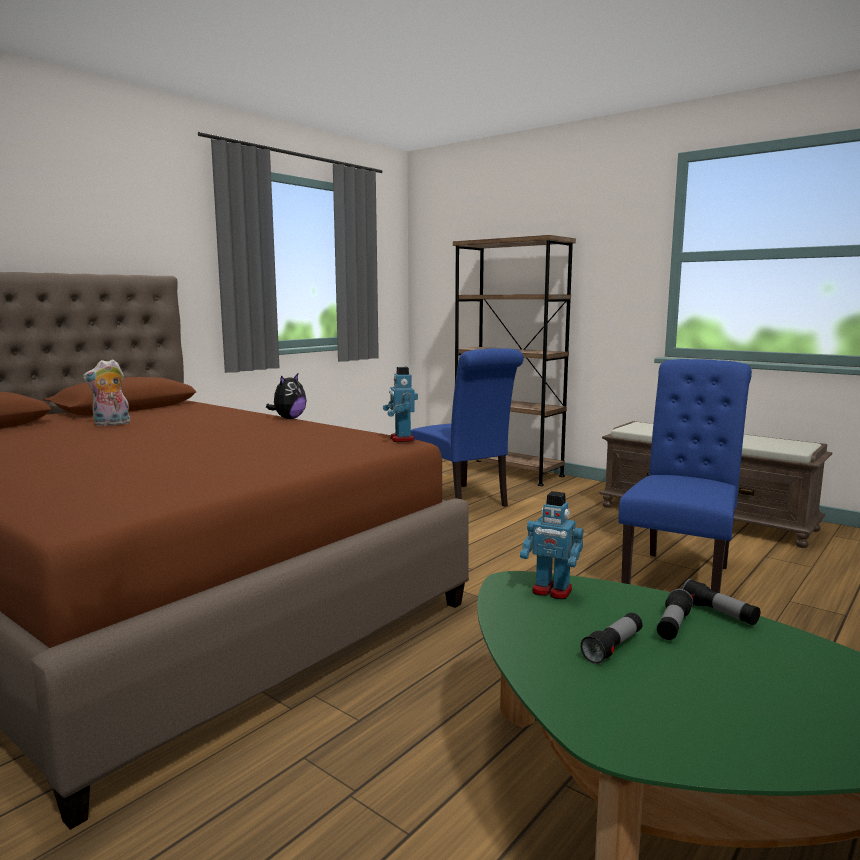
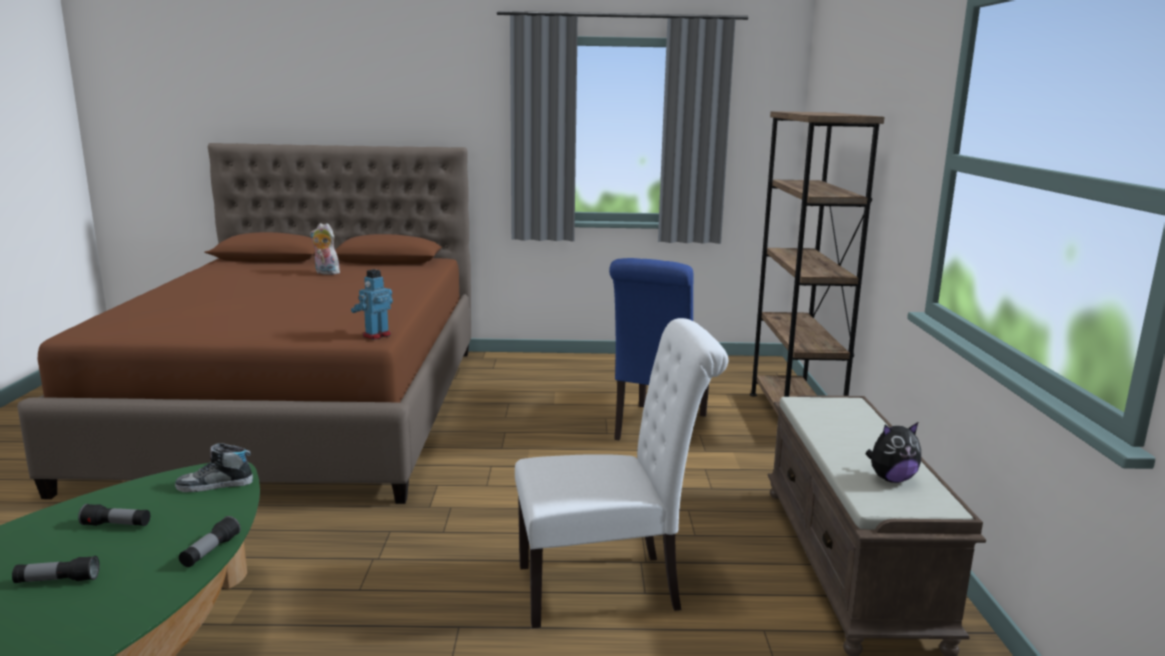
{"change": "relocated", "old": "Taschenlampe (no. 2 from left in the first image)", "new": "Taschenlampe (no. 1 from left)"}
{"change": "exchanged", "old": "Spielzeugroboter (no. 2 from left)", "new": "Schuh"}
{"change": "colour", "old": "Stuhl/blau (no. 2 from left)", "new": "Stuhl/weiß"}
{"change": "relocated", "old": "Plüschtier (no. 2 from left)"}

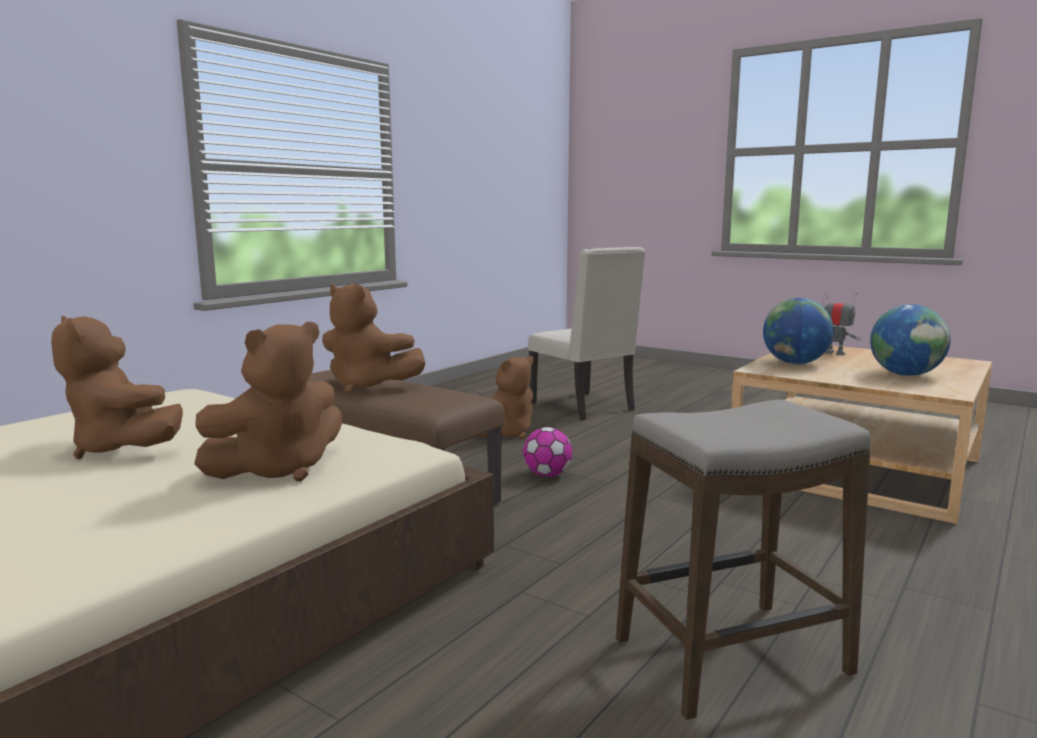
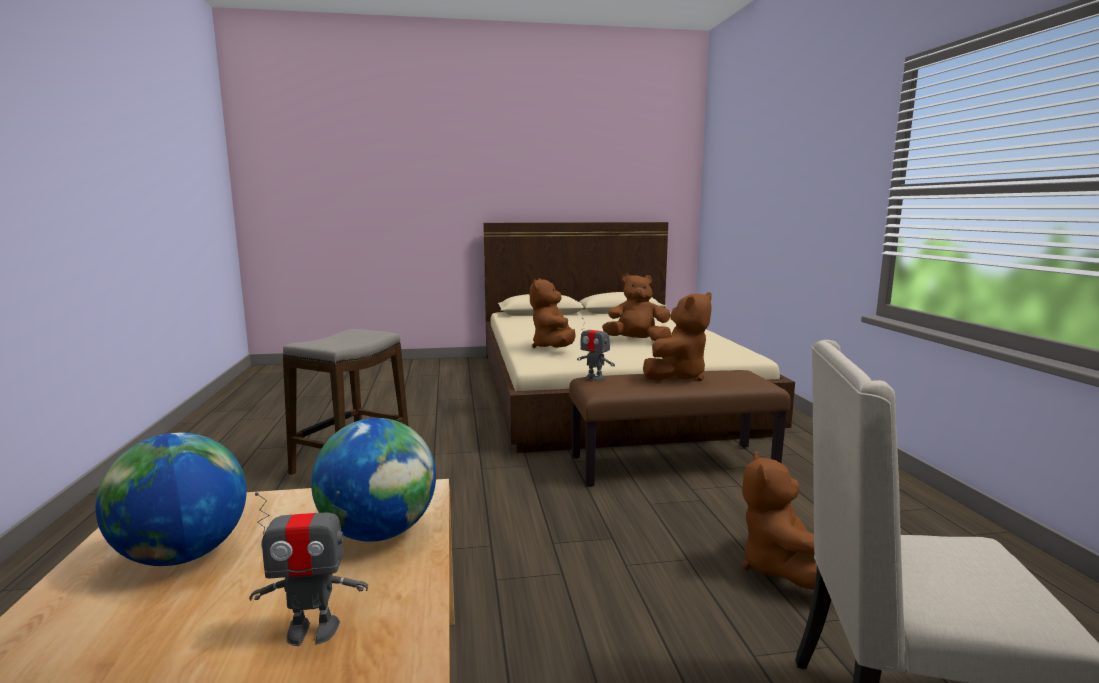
{"change": "appeared", "new": "Spielzeugroboter (no. 2 from left)"}
{"change": "spun", "old": "Plüschtier/braun (no. 3 from left)", "degrees": 150}
{"change": "missing", "old": "Fußball"}

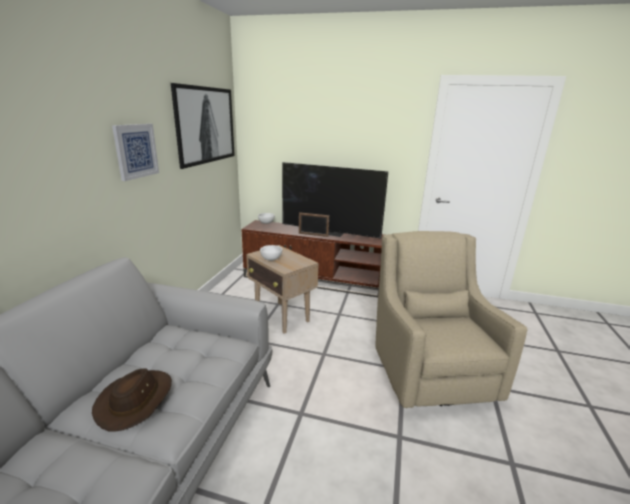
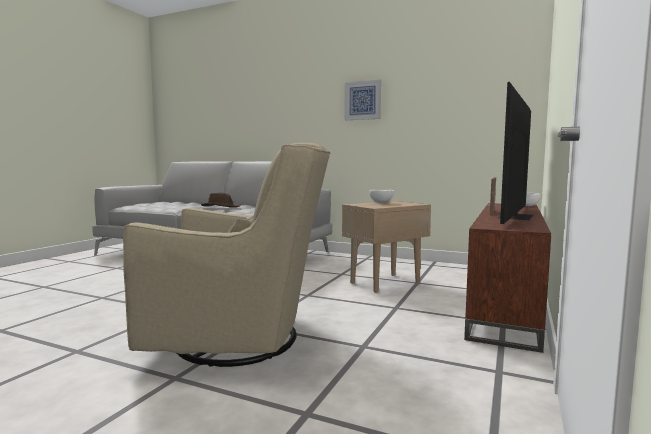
{"change": "missing", "old": "Bild (no. 2 from left)"}

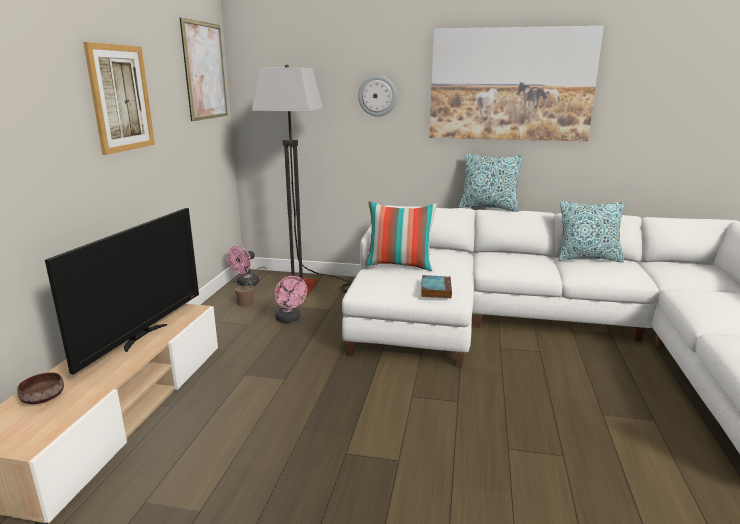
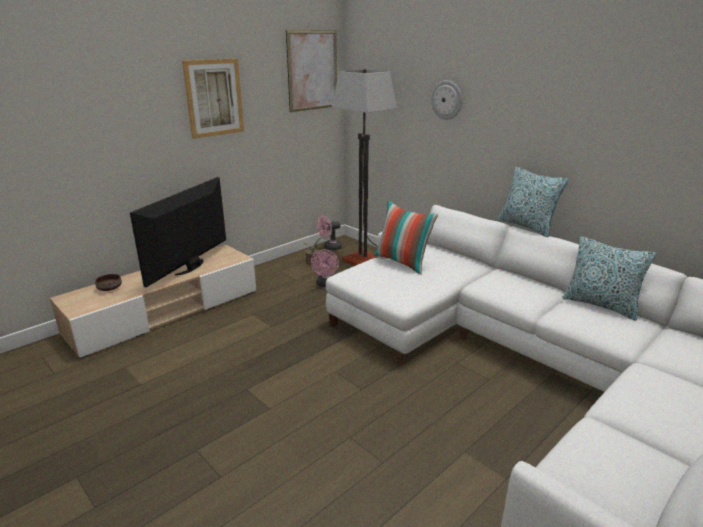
{"change": "spun", "old": "Fernseher", "degrees": 150}
{"change": "missing", "old": "Buch"}
{"change": "missing", "old": "Bild (no. 3 from left)"}

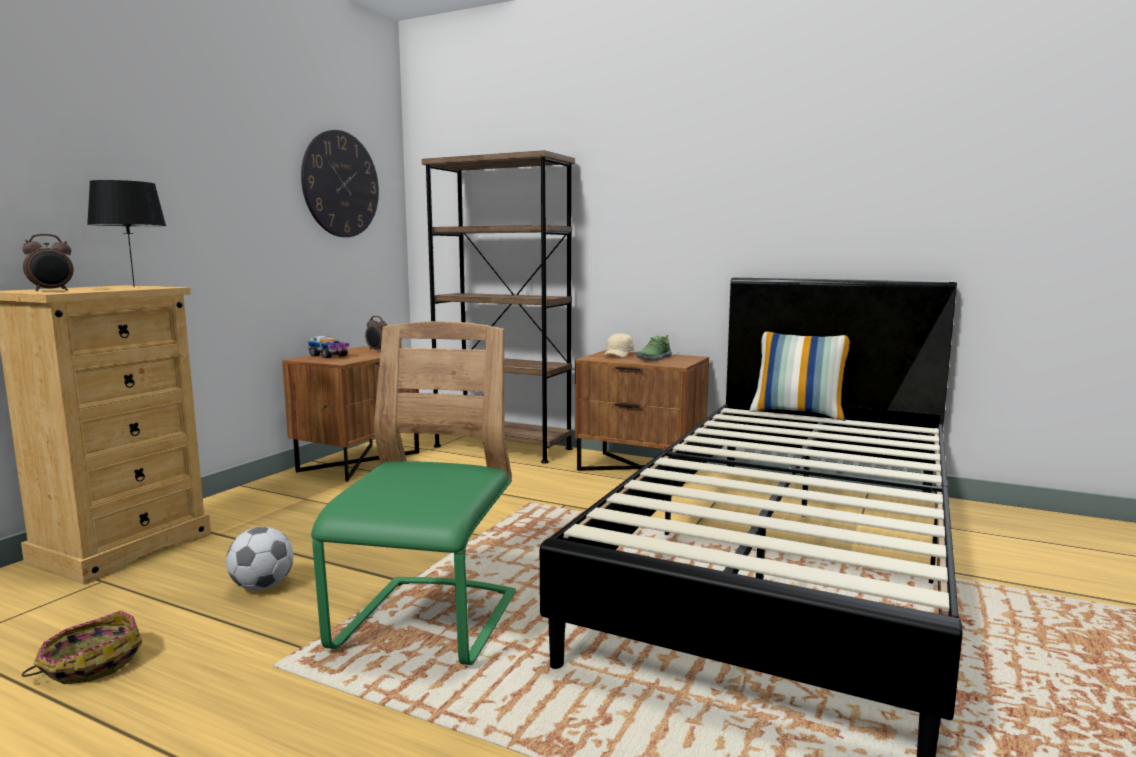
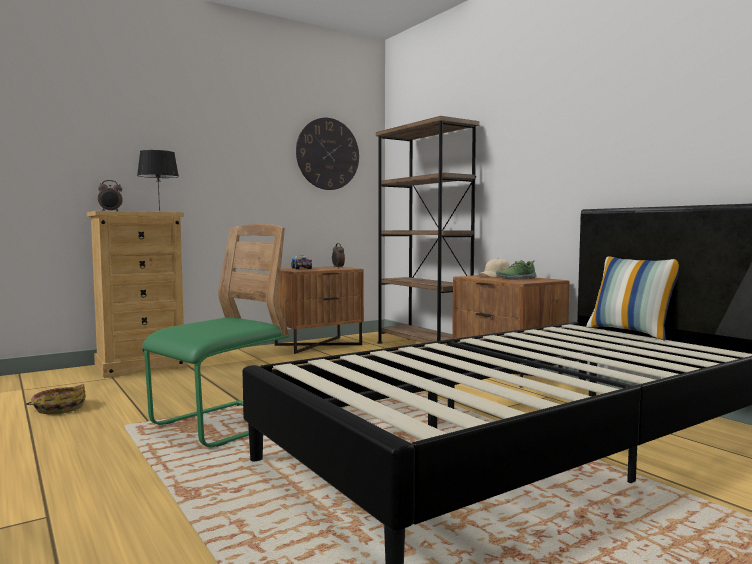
{"change": "missing", "old": "Fußball"}

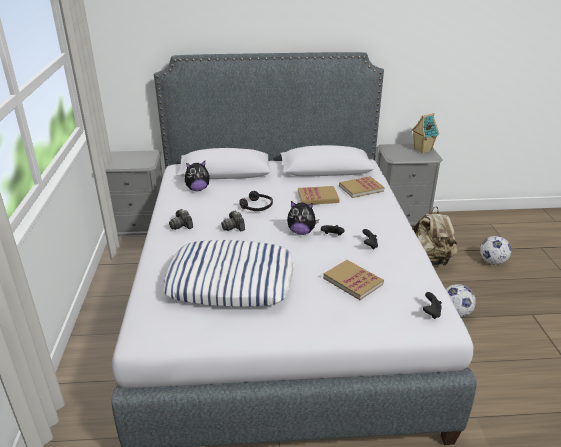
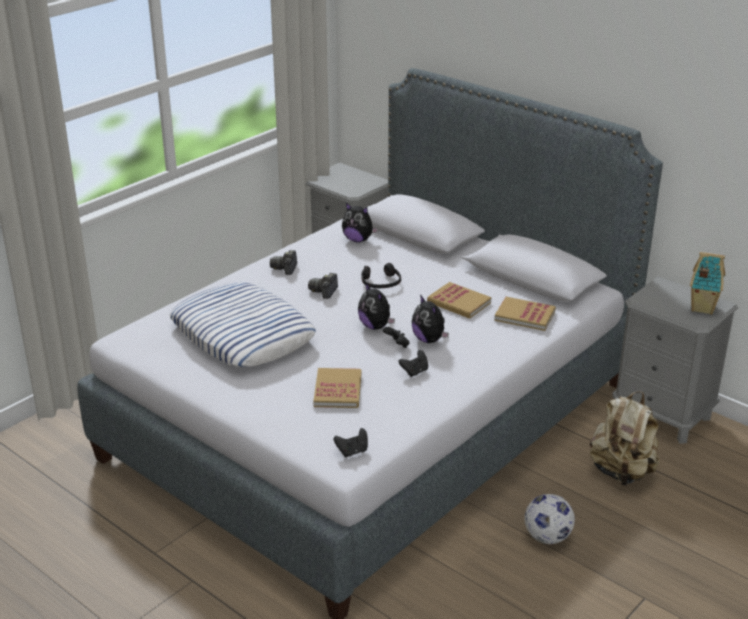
{"change": "appeared", "new": "Plüschtier (no. 3 from left)"}
{"change": "missing", "old": "Fußball (no. 2 from left)"}

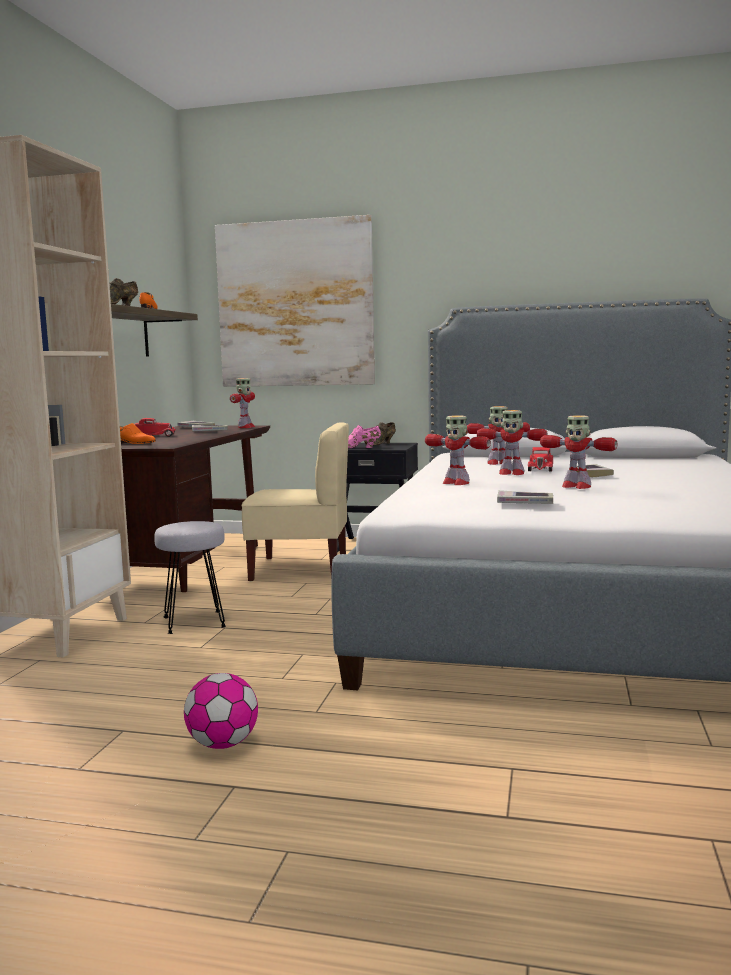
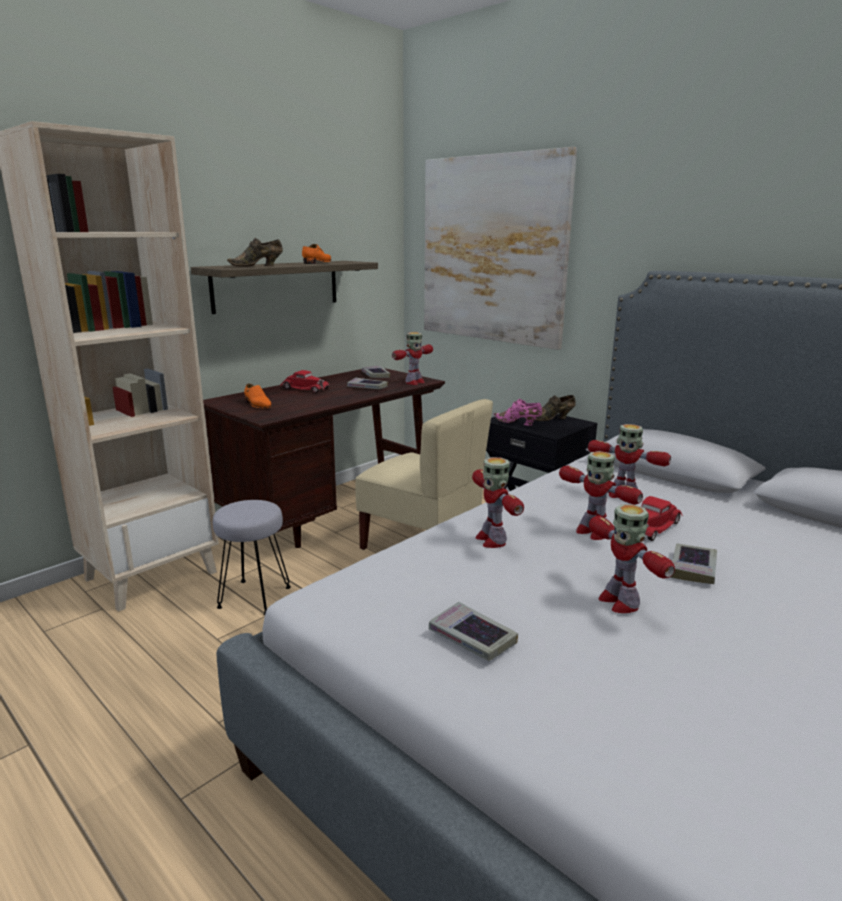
{"change": "missing", "old": "Fußball"}

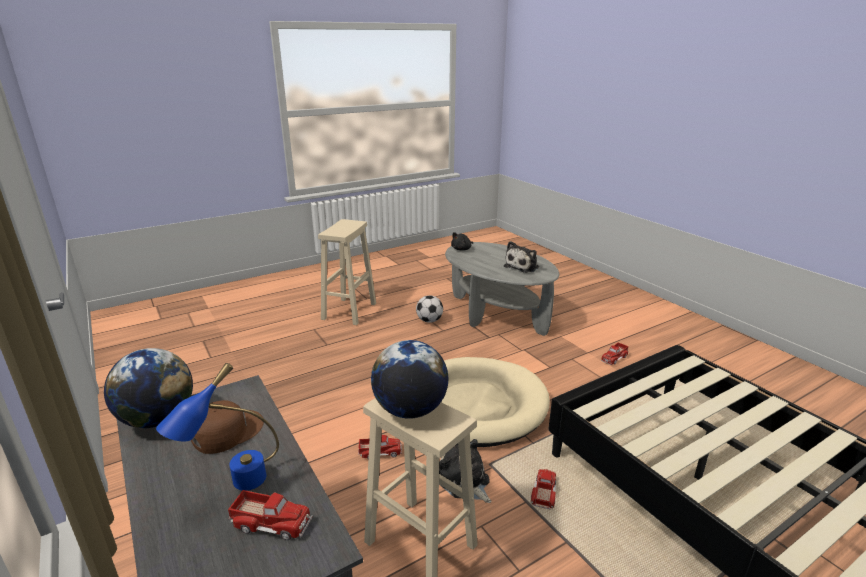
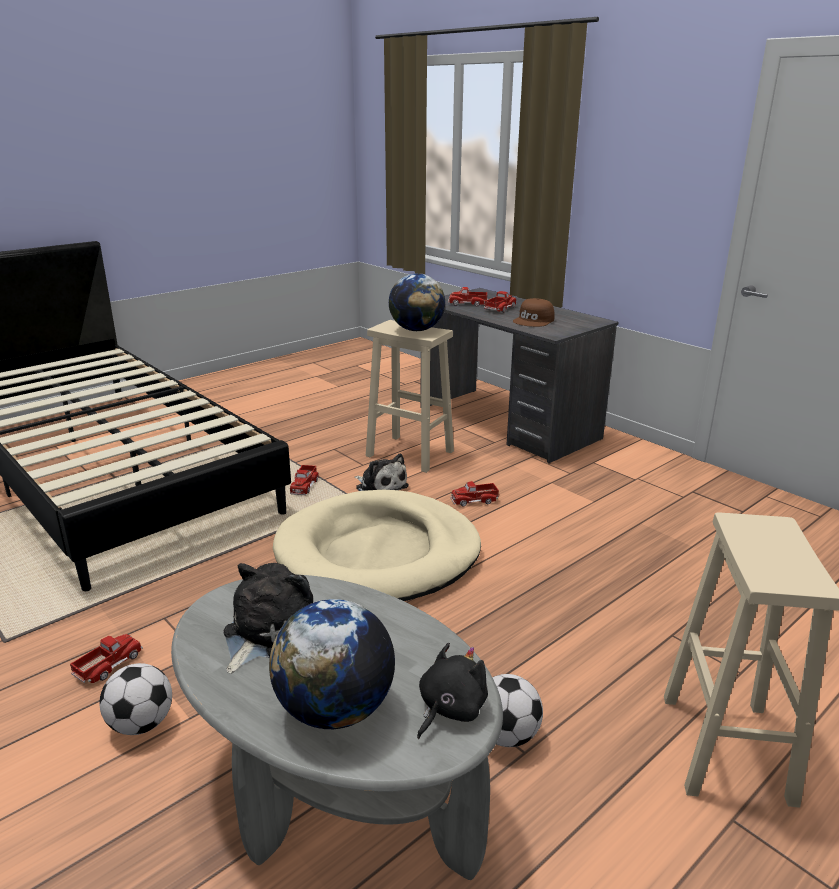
{"change": "appeared", "new": "Fußball (no. 1 from left)"}
{"change": "relocated", "old": "Globus (no. 1 from left)"}
{"change": "exchanged", "old": "Tischlampe/blau", "new": "Spielzeuglaster (no. 5 from left)"}

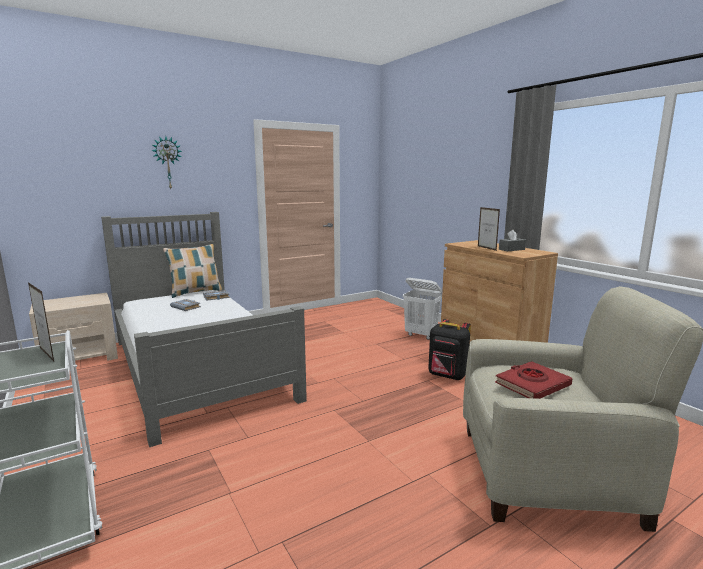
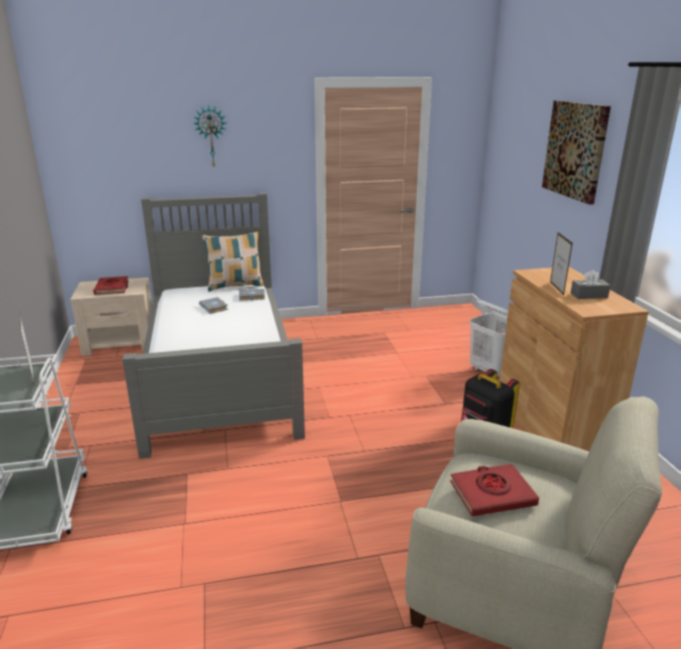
{"change": "appeared", "new": "Buch/rot (no. 1 from left)"}
{"change": "appeared", "new": "Bild"}

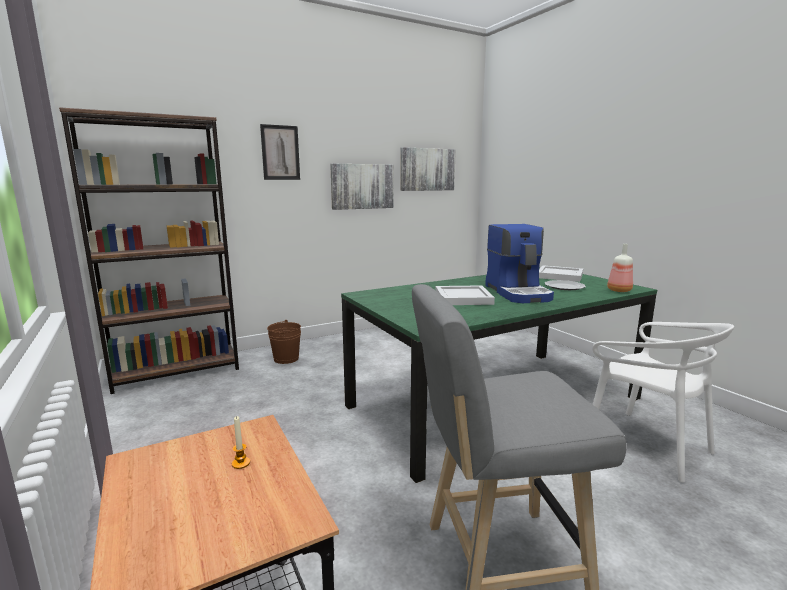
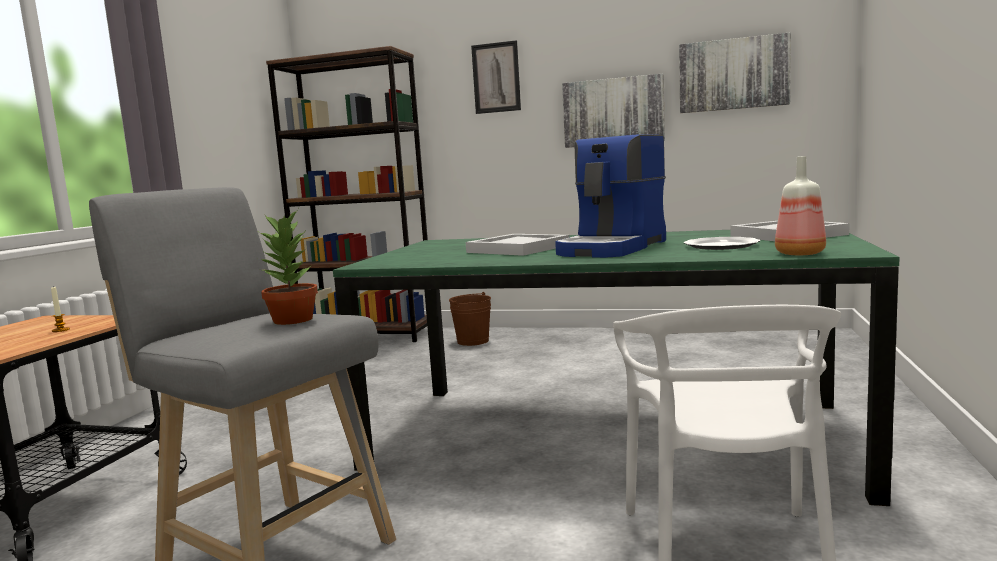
{"change": "appeared", "new": "Topfpflanze"}

